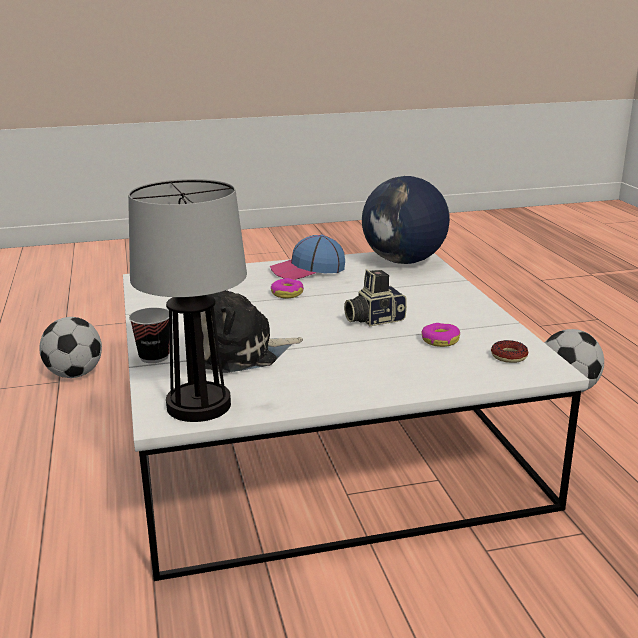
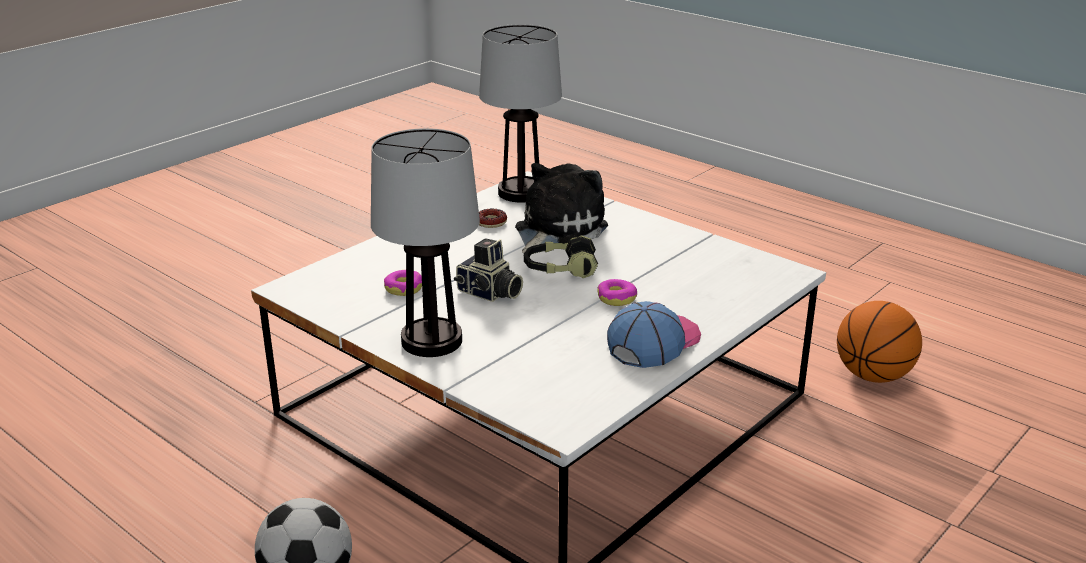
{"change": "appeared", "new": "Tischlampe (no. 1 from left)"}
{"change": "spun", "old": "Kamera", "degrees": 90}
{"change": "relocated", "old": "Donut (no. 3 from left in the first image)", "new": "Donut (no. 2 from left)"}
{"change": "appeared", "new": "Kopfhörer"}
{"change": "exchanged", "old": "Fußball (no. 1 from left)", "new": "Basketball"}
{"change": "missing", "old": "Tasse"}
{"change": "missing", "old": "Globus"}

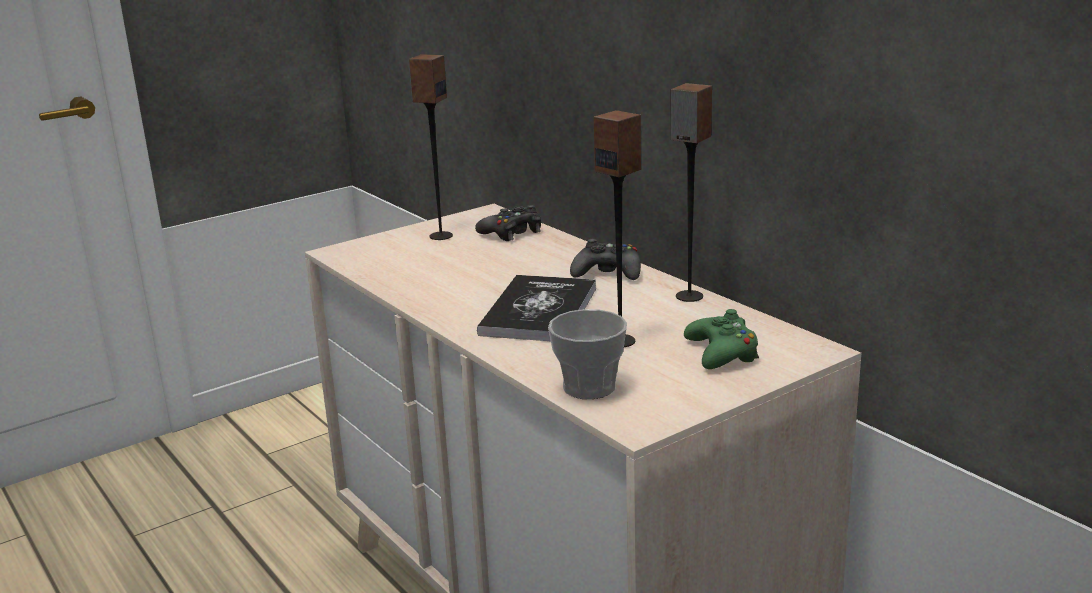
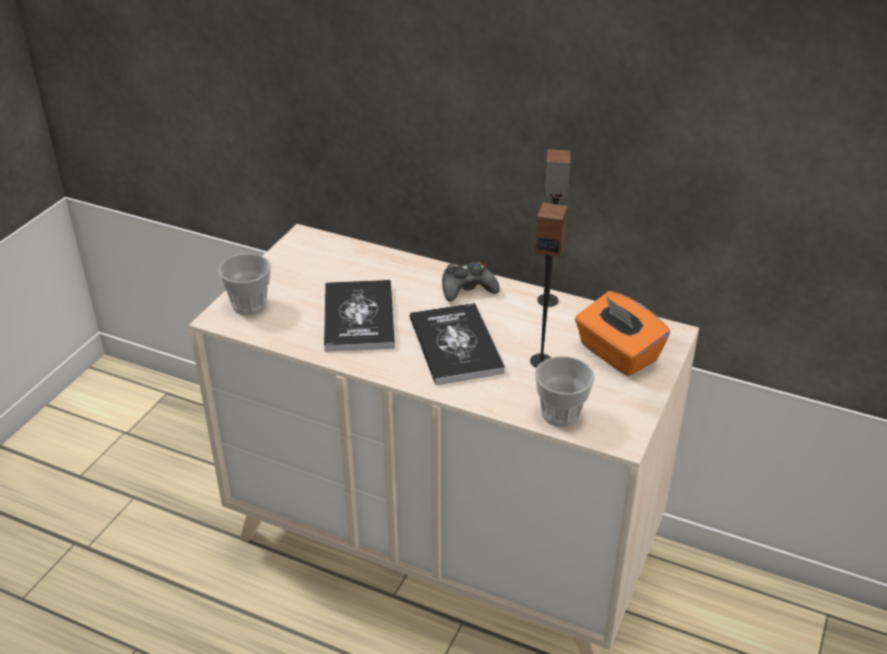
{"change": "appeared", "new": "Tasse (no. 1 from left)"}
{"change": "appeared", "new": "Buch (no. 1 from left)"}
{"change": "exchanged", "old": "Gamepad/grün", "new": "Taschentuchbox/orange"}
{"change": "missing", "old": "Lautsprecher (no. 1 from left)"}
{"change": "missing", "old": "Gamepad/schwarz (no. 1 from left)"}

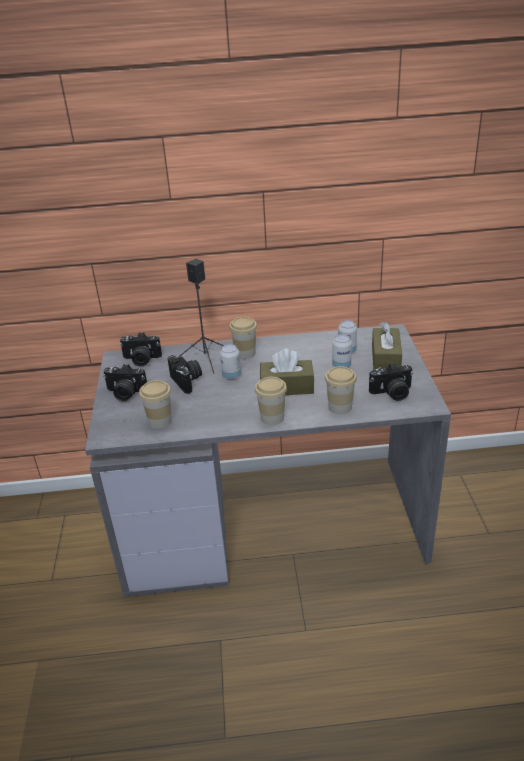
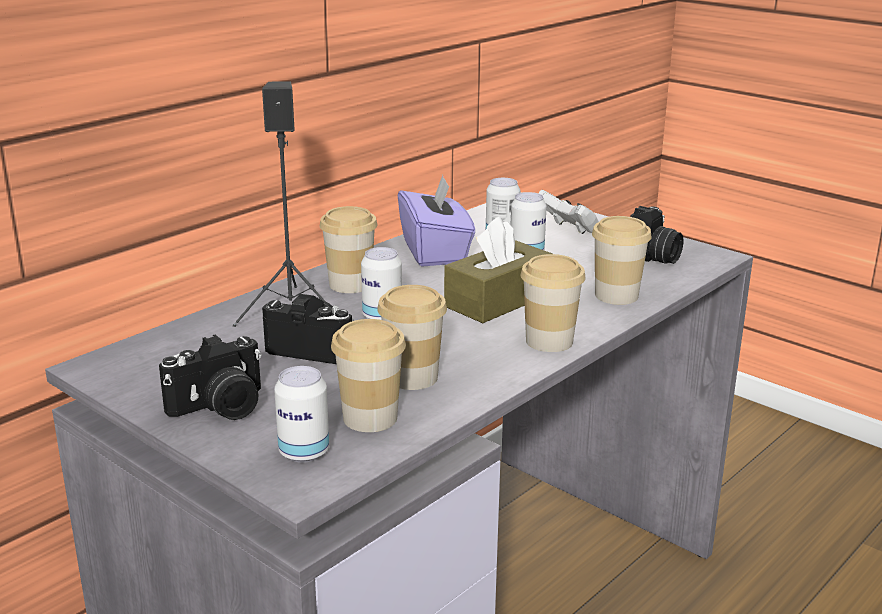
{"change": "appeared", "new": "Dose (no. 1 from left)"}
{"change": "appeared", "new": "Tasse (no. 3 from left)"}
{"change": "appeared", "new": "Taschentuchbox/lila"}
{"change": "exchanged", "old": "Taschentuchbox/braun (no. 2 from left)", "new": "Gamepad/weiß"}
{"change": "missing", "old": "Kamera (no. 2 from left)"}

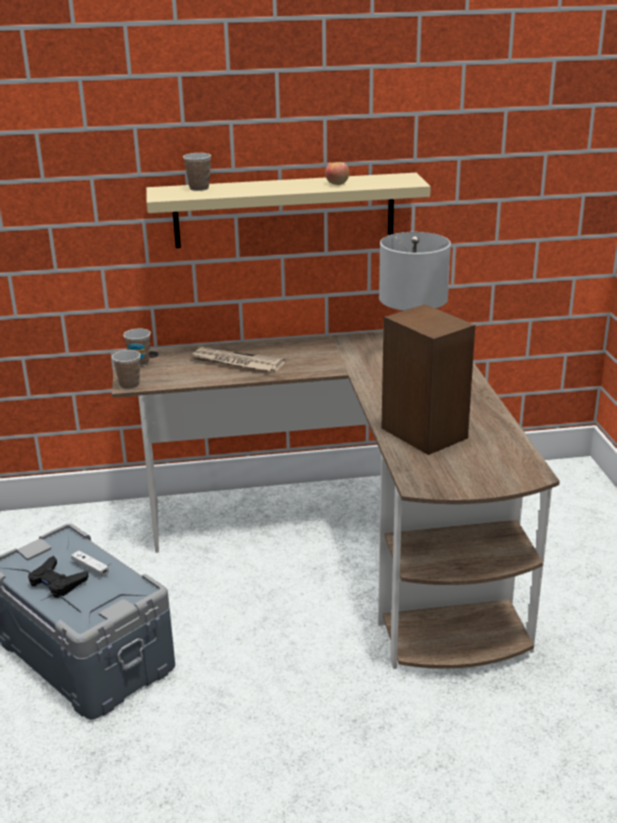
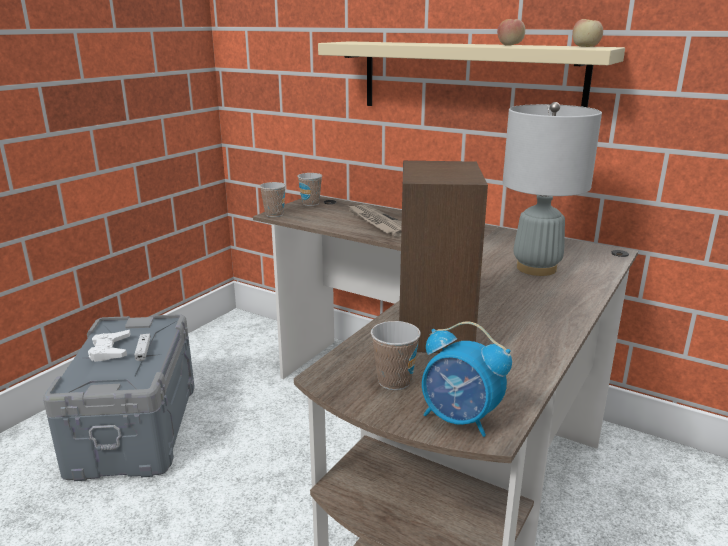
{"change": "colour", "old": "Gamepad/schwarz", "new": "Gamepad/weiß (no. 1 from left)"}
{"change": "relocated", "old": "Tasse (no. 3 from left)"}
{"change": "appeared", "new": "Wecker"}
{"change": "appeared", "new": "Apfel (no. 2 from left)"}

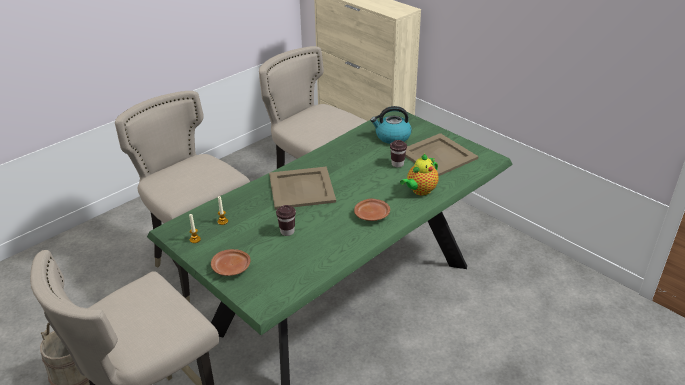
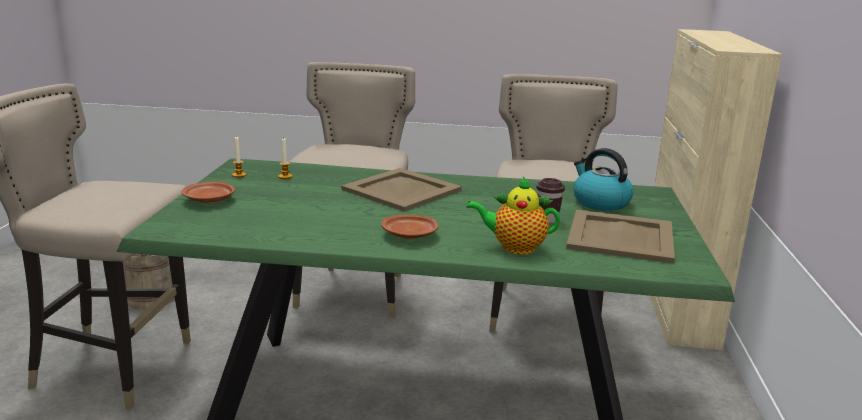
{"change": "missing", "old": "Tasse/braun (no. 1 from left)"}

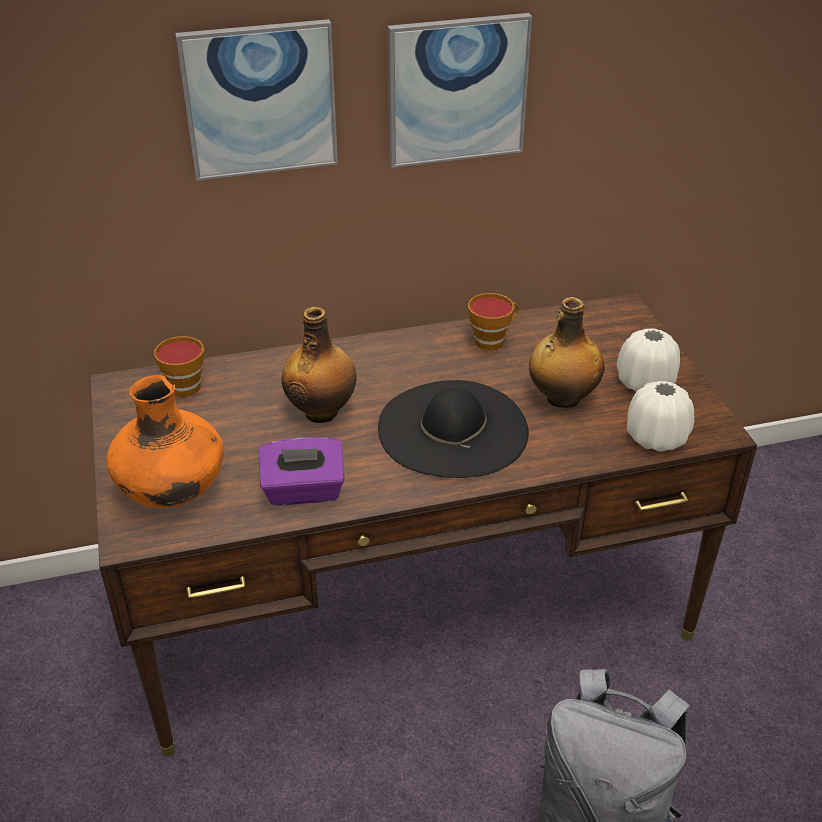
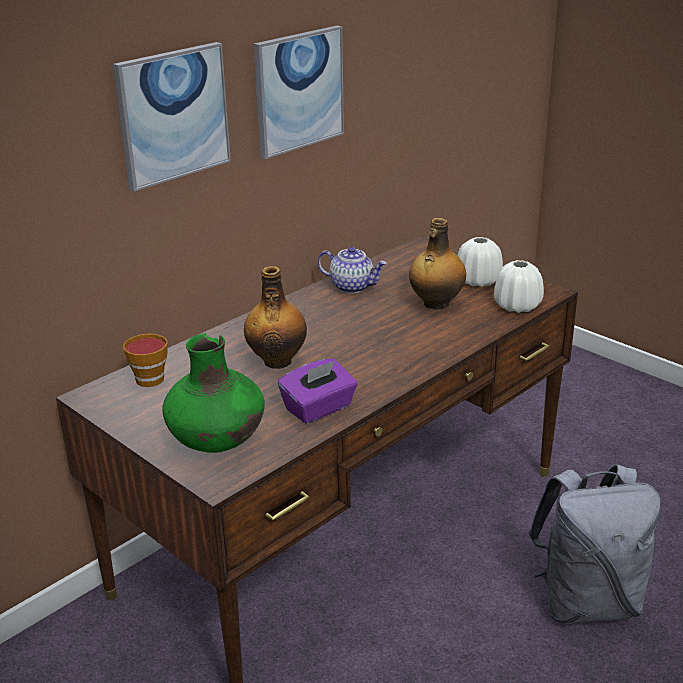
{"change": "colour", "old": "Vase/orange", "new": "Vase/grün"}
{"change": "exchanged", "old": "Tasse (no. 2 from left)", "new": "Teekanne"}
{"change": "missing", "old": "Hut/schwarz"}

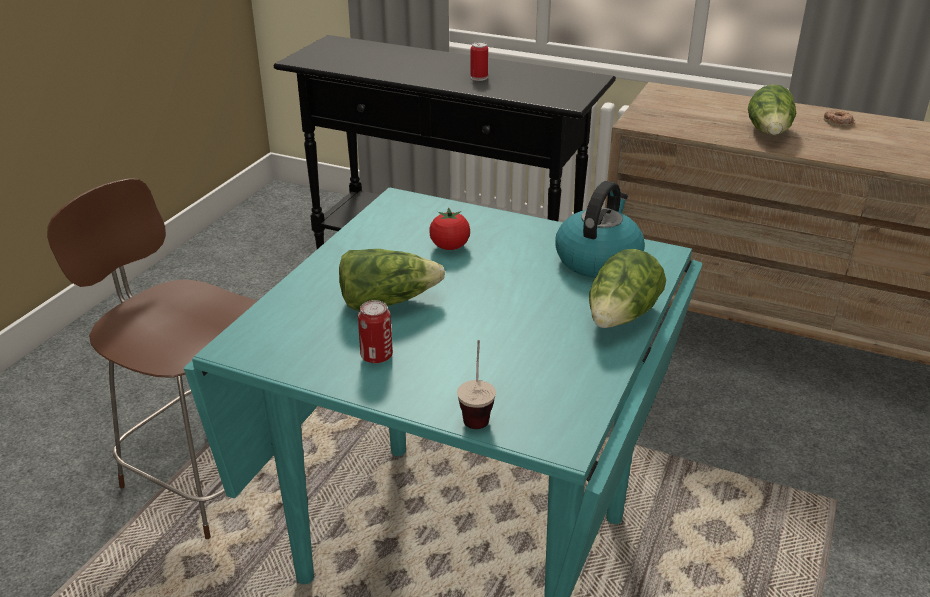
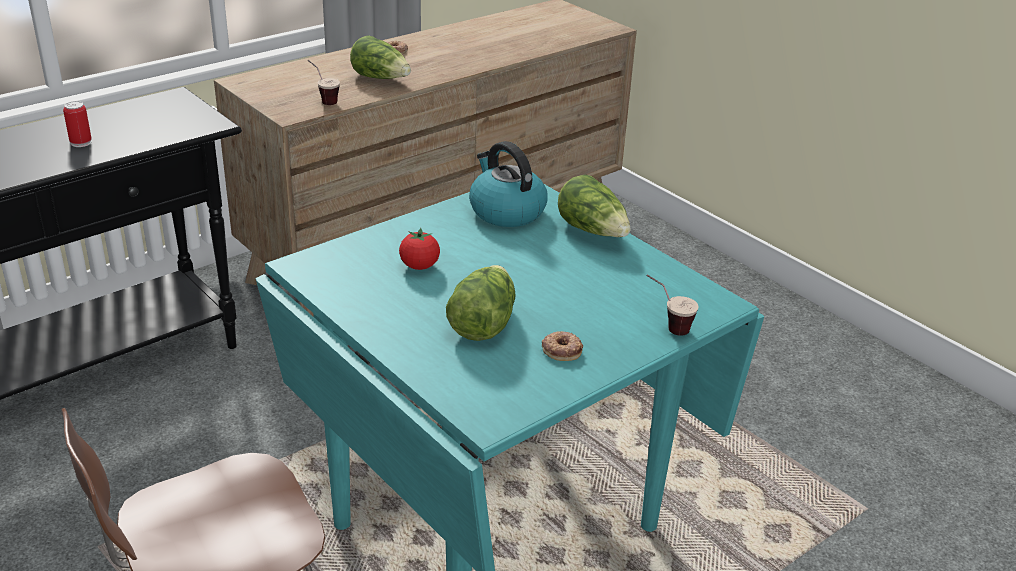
{"change": "appeared", "new": "Tasse (no. 1 from left)"}
{"change": "exchanged", "old": "Dose (no. 1 from left)", "new": "Donut (no. 2 from left)"}

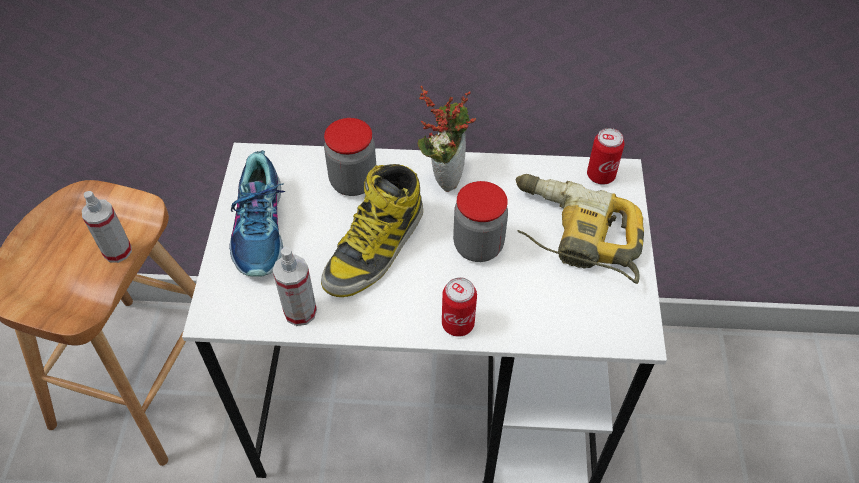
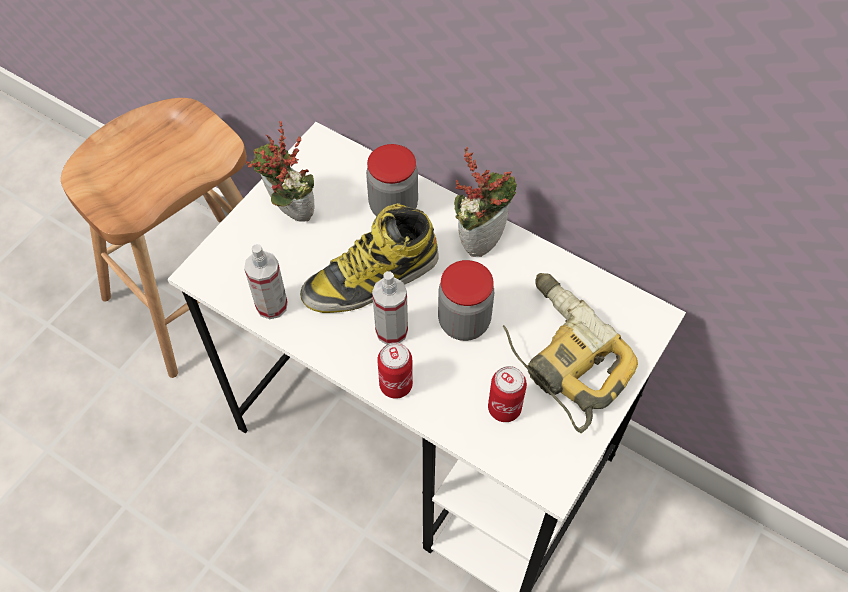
{"change": "exchanged", "old": "Schuh", "new": "Topfpflanze (no. 1 from left)"}
{"change": "relocated", "old": "Sprühflasche (no. 1 from left in the first image)", "new": "Sprühflasche (no. 2 from left)"}
{"change": "relocated", "old": "Dose (no. 2 from left)"}

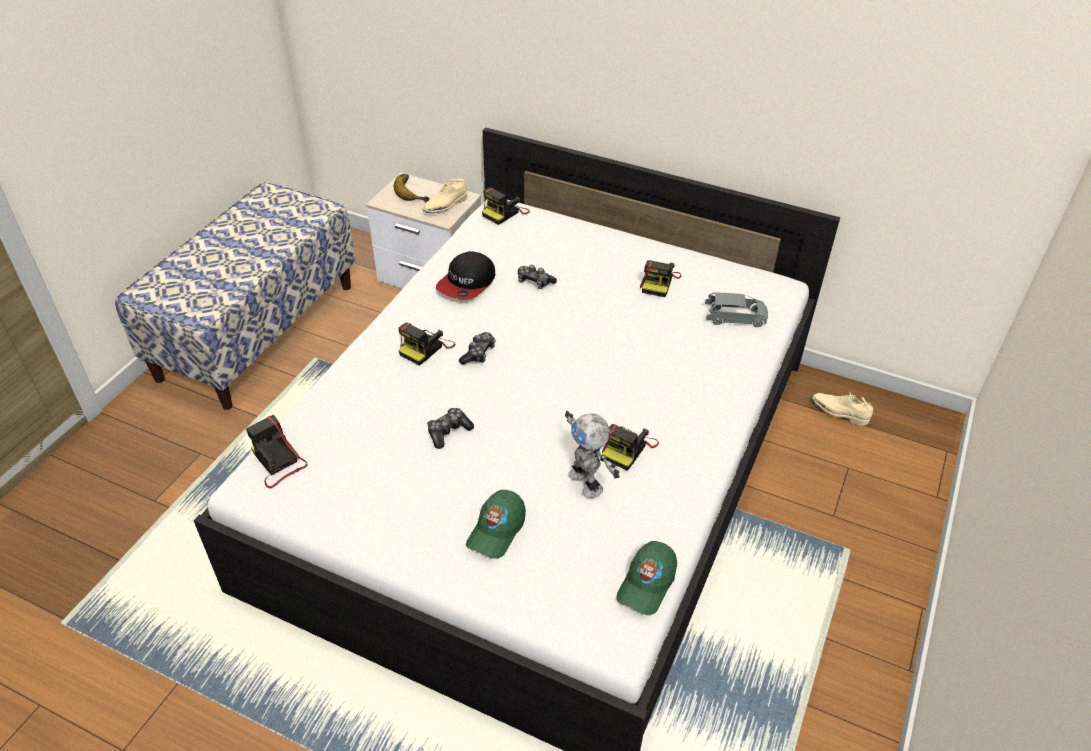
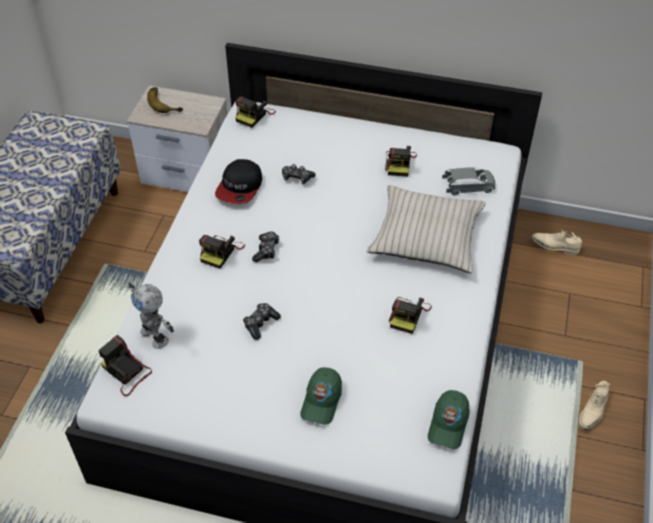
{"change": "relocated", "old": "Spielzeugroboter"}
{"change": "appeared", "new": "Kissen/beige"}
{"change": "relocated", "old": "Schuh/beige (no. 1 from left in the first image)", "new": "Schuh/beige (no. 2 from left)"}

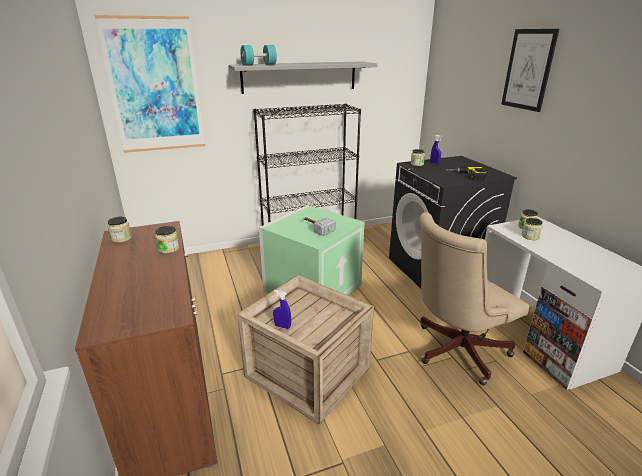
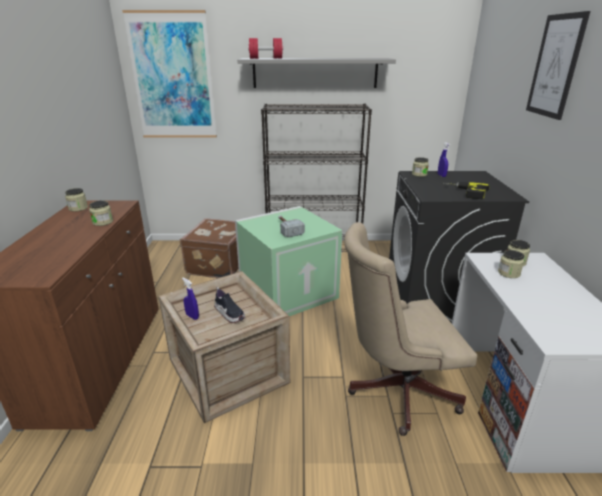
{"change": "appeared", "new": "Koffer/braun"}
{"change": "appeared", "new": "Schuh"}
{"change": "colour", "old": "Hantel/türkis", "new": "Hantel/rot"}

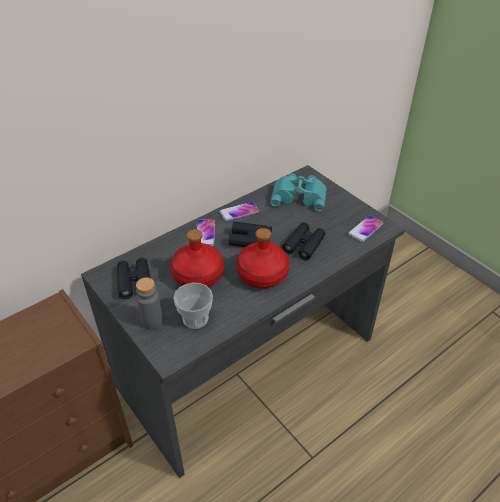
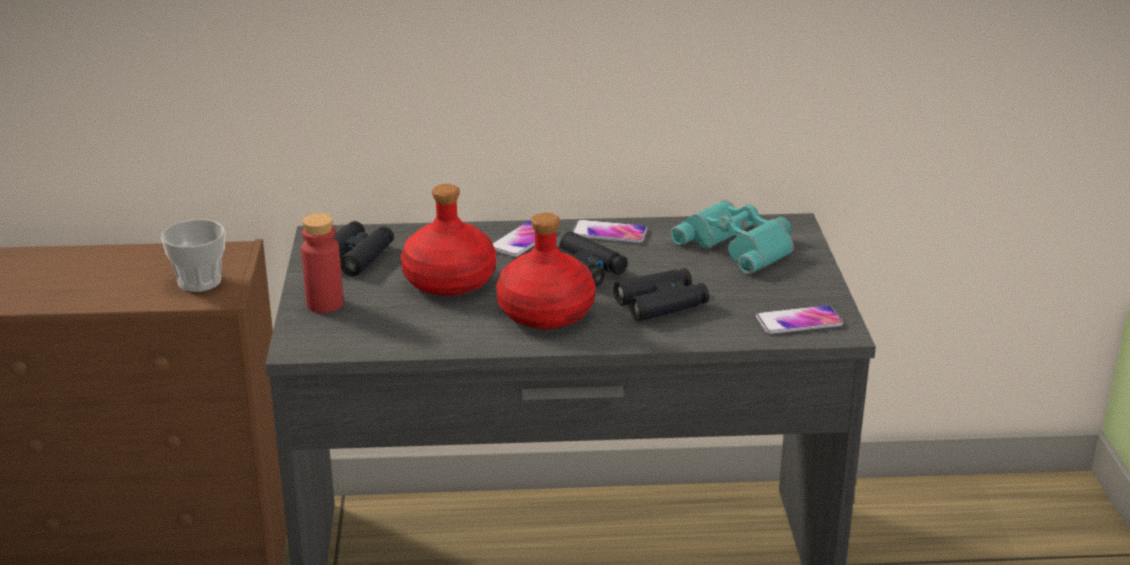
{"change": "relocated", "old": "Tasse"}
{"change": "colour", "old": "Flasche/grau", "new": "Flasche/rot (no. 1 from left)"}

